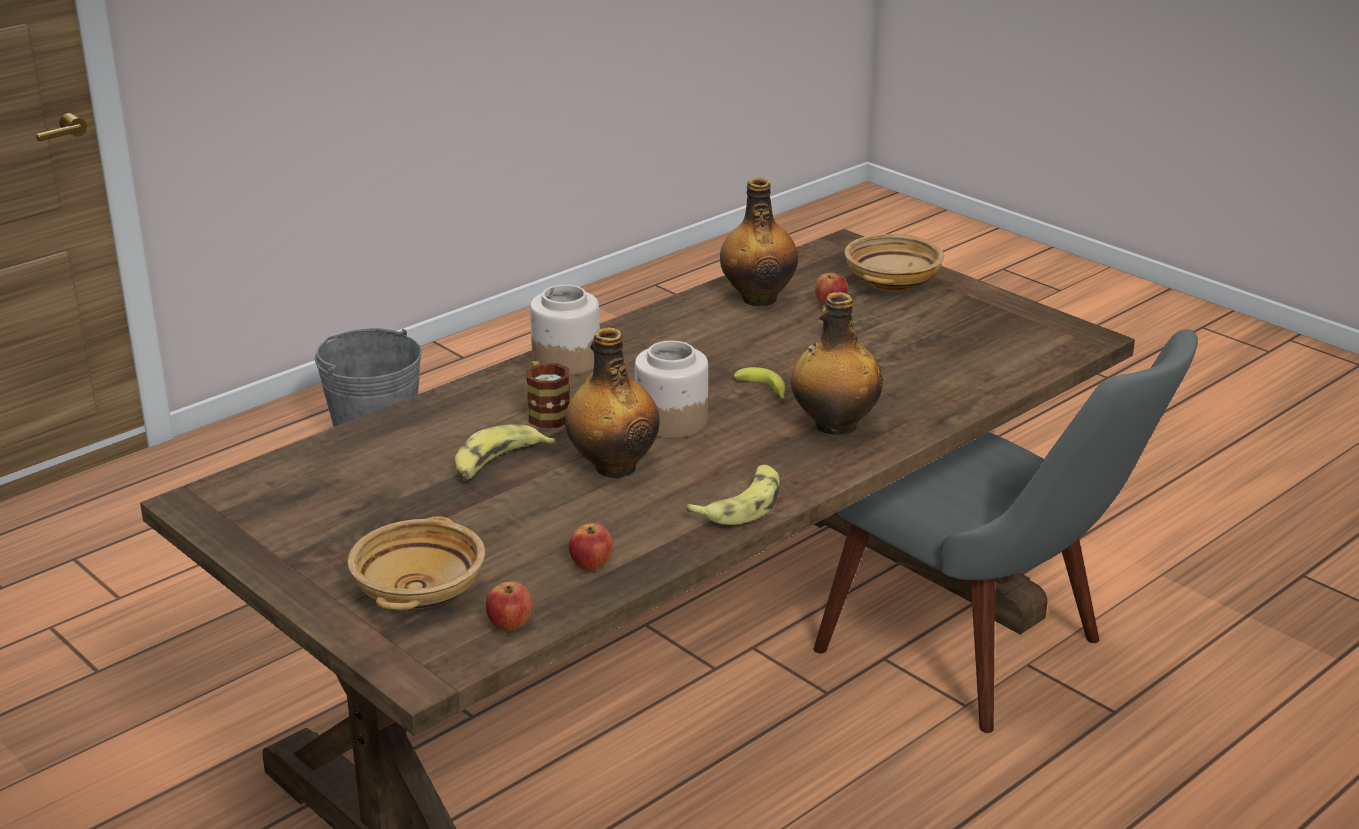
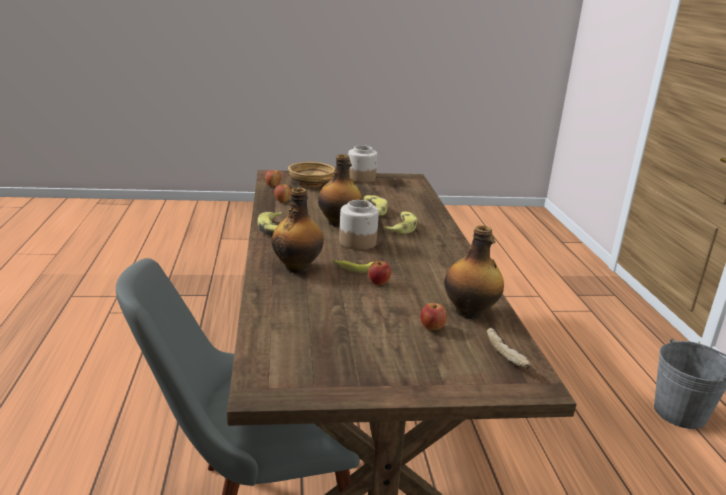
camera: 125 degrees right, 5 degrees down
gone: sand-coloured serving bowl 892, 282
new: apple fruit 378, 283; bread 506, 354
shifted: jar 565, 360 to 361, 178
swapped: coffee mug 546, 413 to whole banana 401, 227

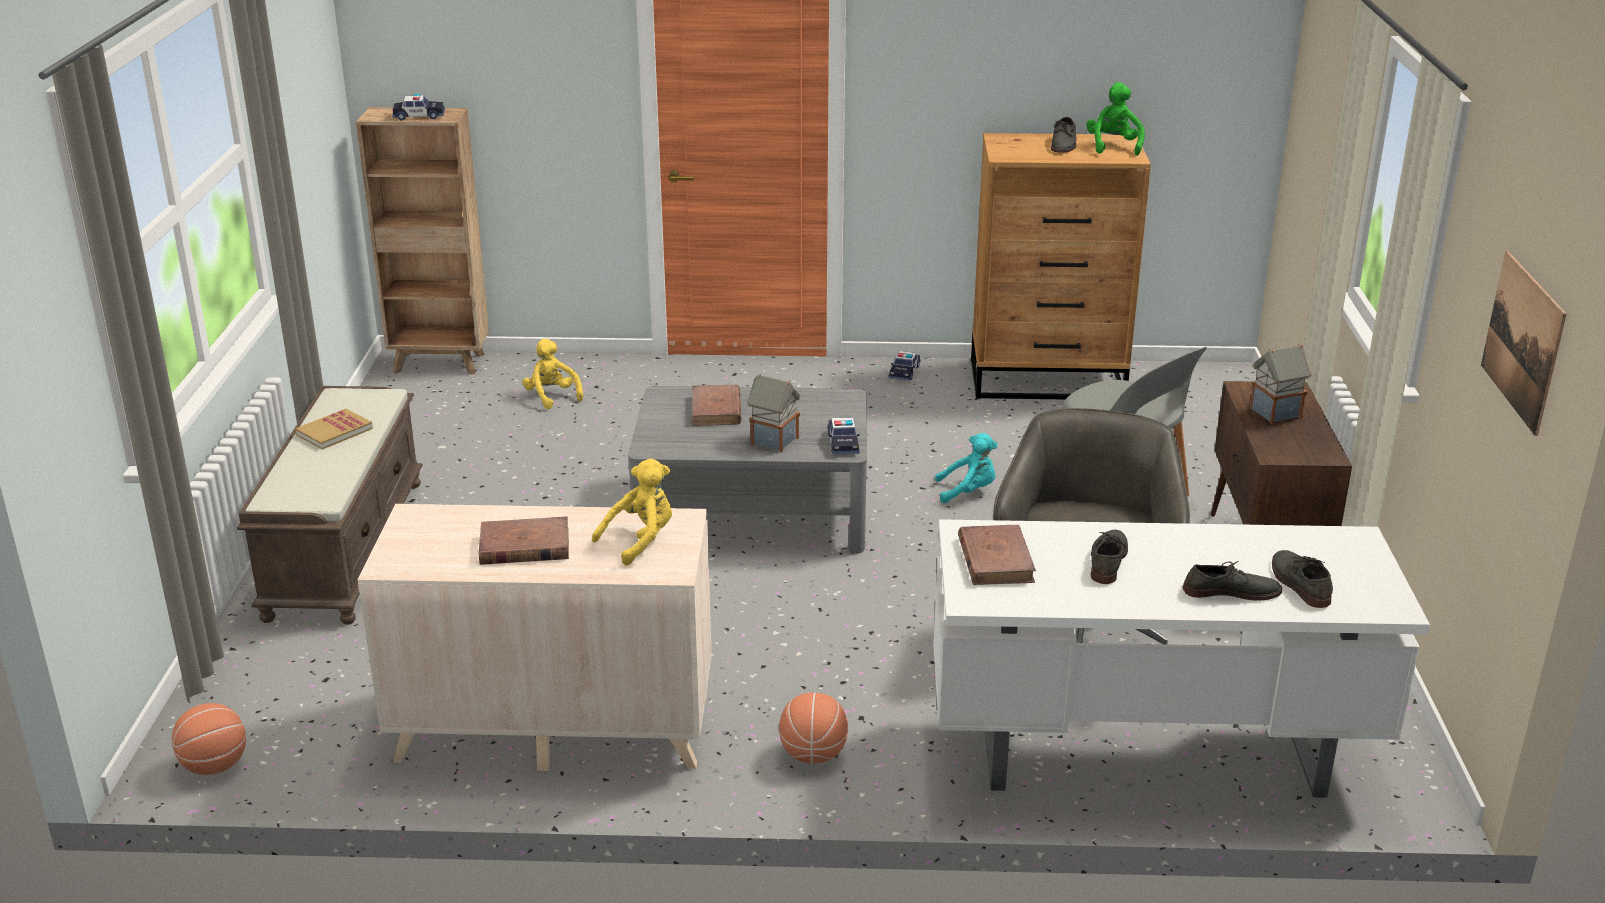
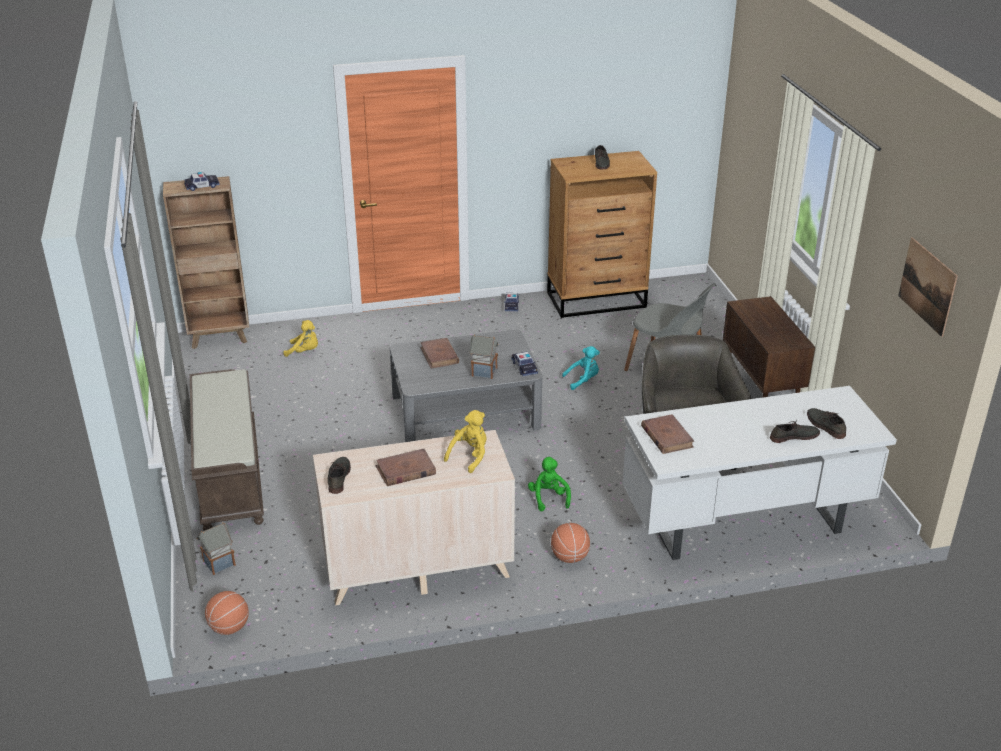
camera: 15 degrees left, 5 degrees up
gone: bound book 334, 432
shifted: green-coloured soft toy 1113, 147 to 548, 498; grey low shoe 1107, 560 to 338, 477; model house 1274, 413 to 218, 564
rotated: yellowish soft toy 552, 397 = 304, 351 150 degrees clockwise

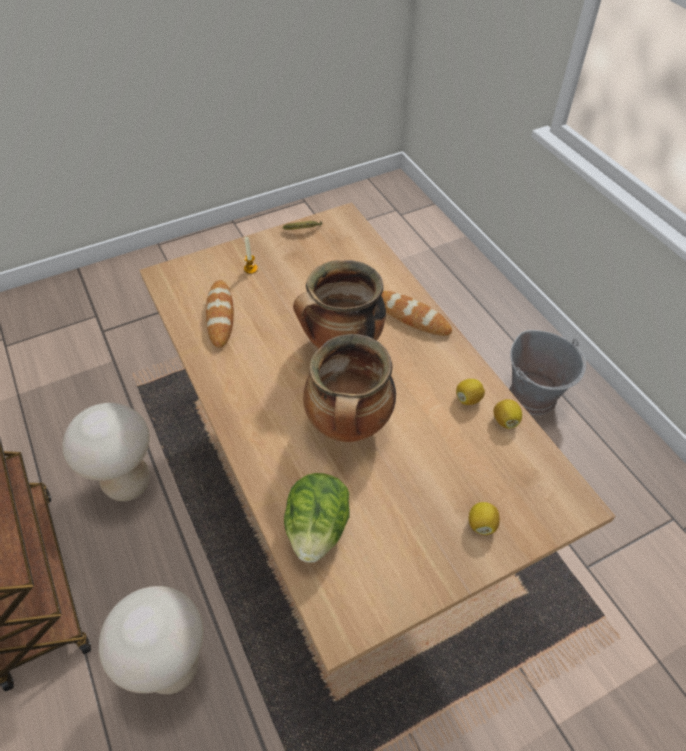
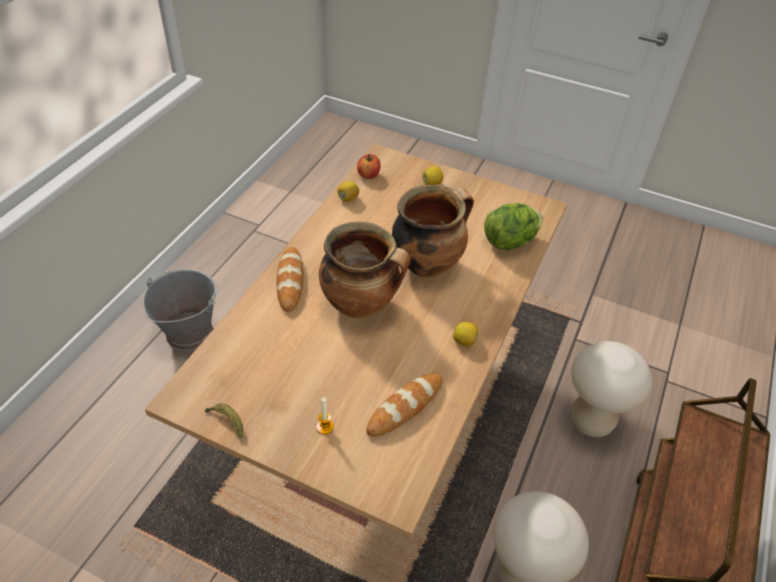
camera: 130 degrees left, 5 degrees down
new: apple fruit 368, 175
shifted: lemon 468, 399 to 464, 341

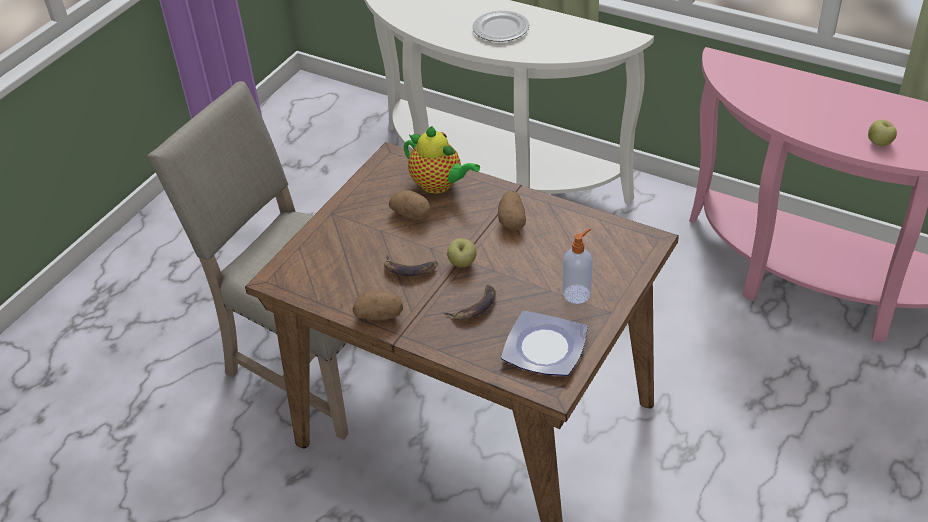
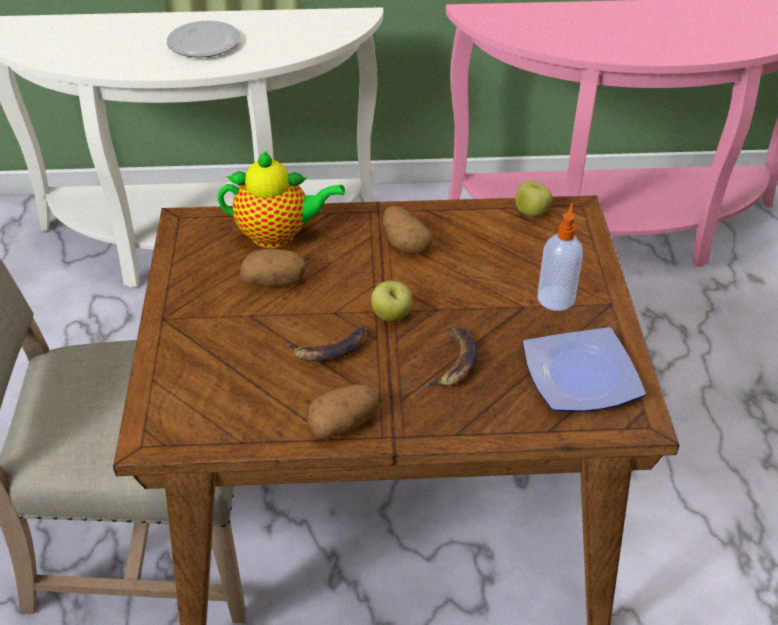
camera: 35 degrees left, 0 degrees up
shifted: apple fruit 879, 143 to 531, 212

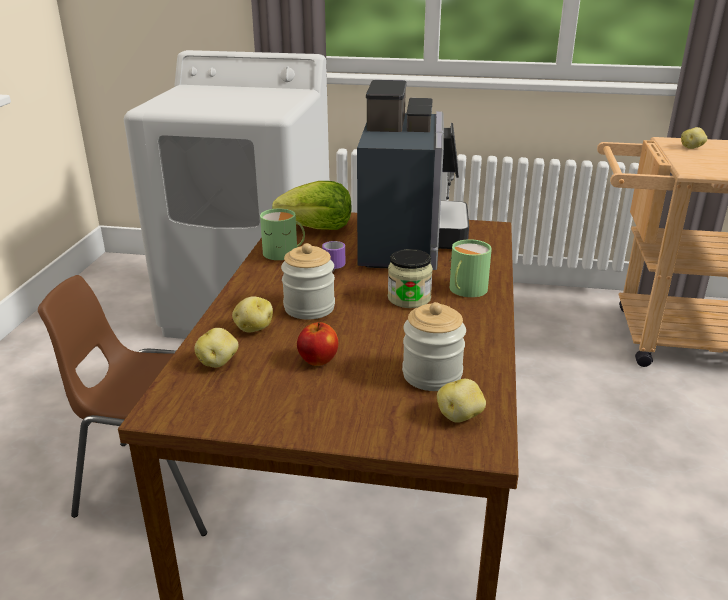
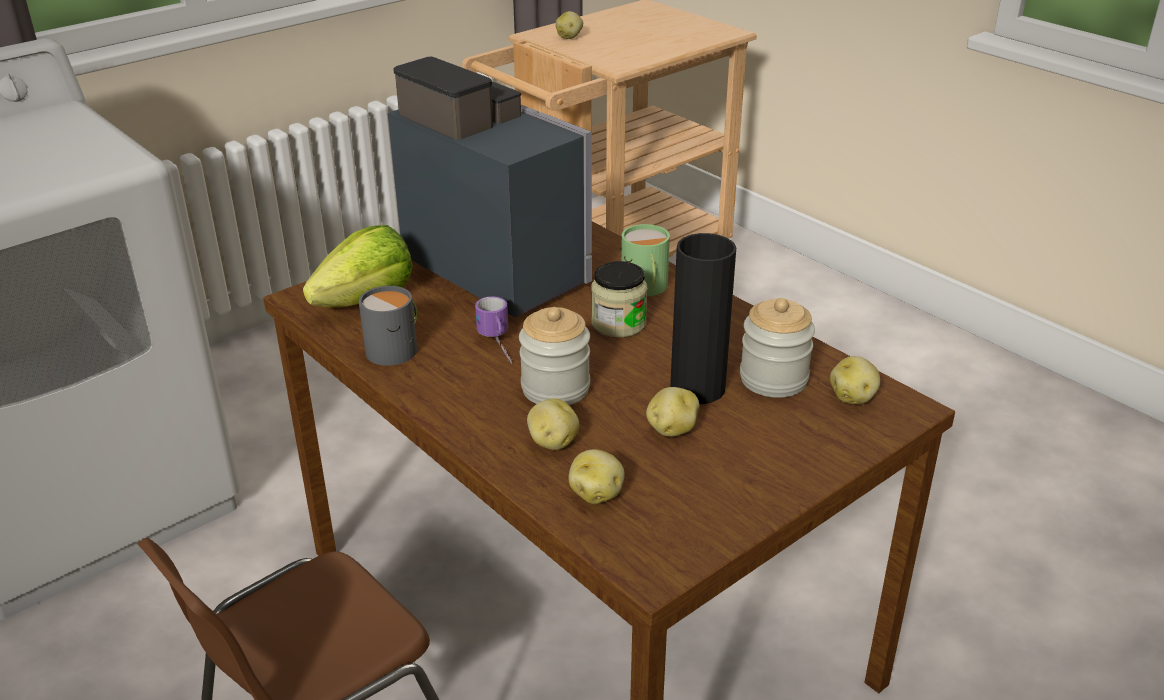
camera: 50 degrees left, 5 degrees up
new: black decorative vase 697, 388
swapped: apple fruit 318, 360 to whole potato 671, 429
repainted: green-coloured coffee mug 284, 253 to grey coffee mug 396, 348

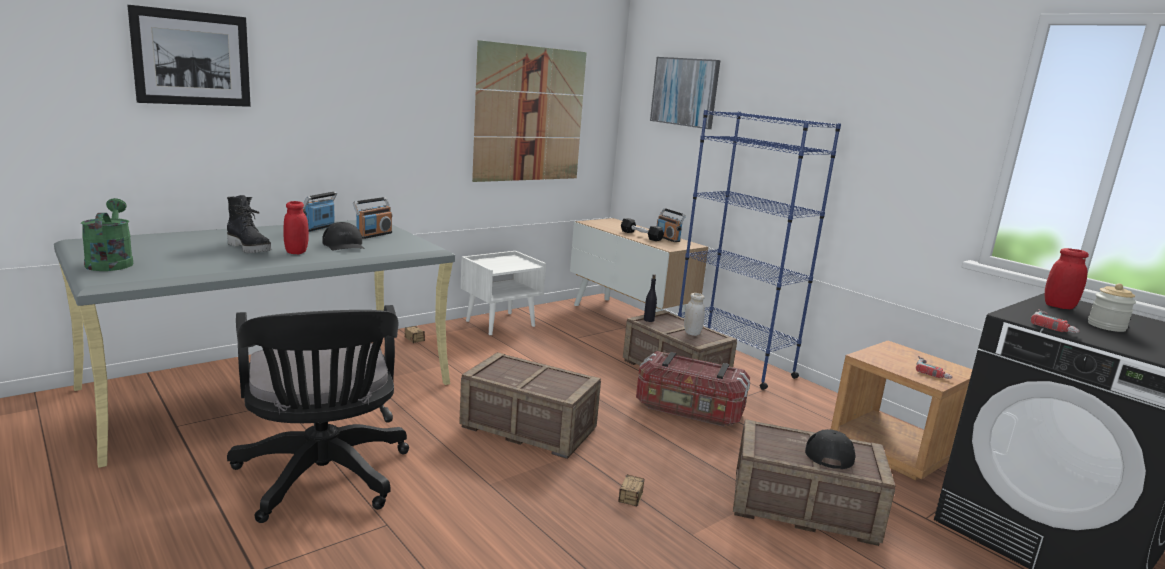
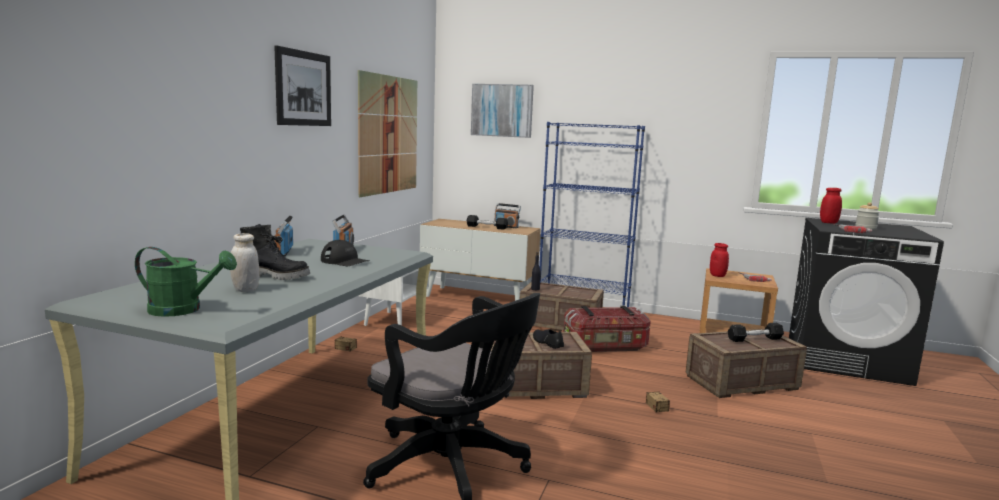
camera: 30 degrees left, 5 degrees down
new: black low shoe 547, 342
shifted: wall picture 192, 58 to 303, 88; red-coloured jar 296, 252 to 717, 275; white jar 692, 333 to 245, 289
swapped: black cap 828, 452 to black dumbbell 754, 339
rotated: green-coloured sprinkling can 111, 262 = 184, 310 150 degrees clockwise

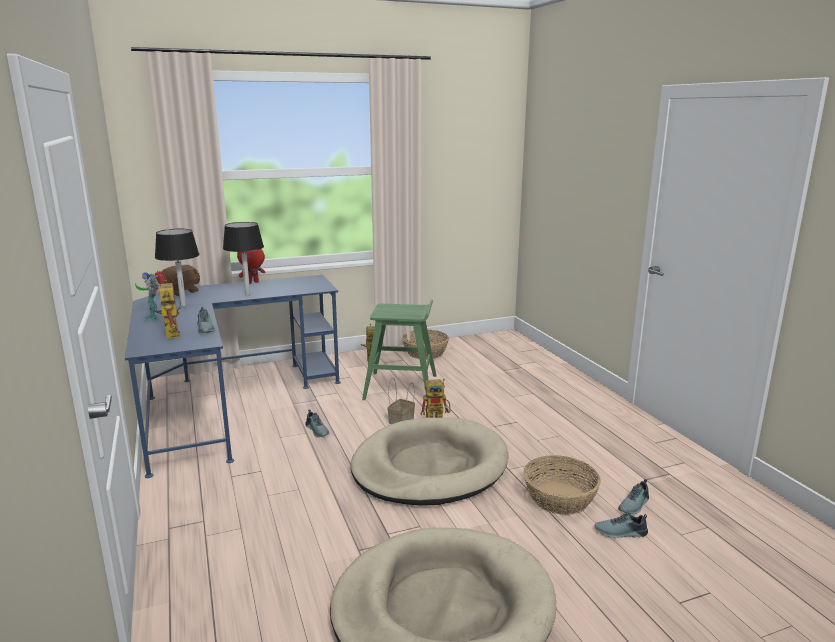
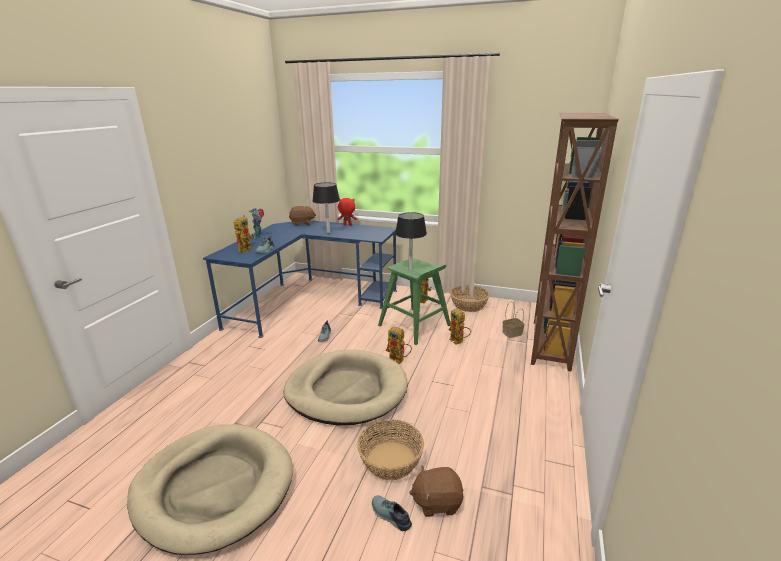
camera: 40 degrees right, 5 degrees up
new: toy robot 459, 342; brownish bookcase 549, 344
shifted: black tabletop lamp 183, 305 to 410, 269; storage basket 401, 421 to 512, 333
swapped: low shoe 635, 505 to brownish soft toy 437, 502

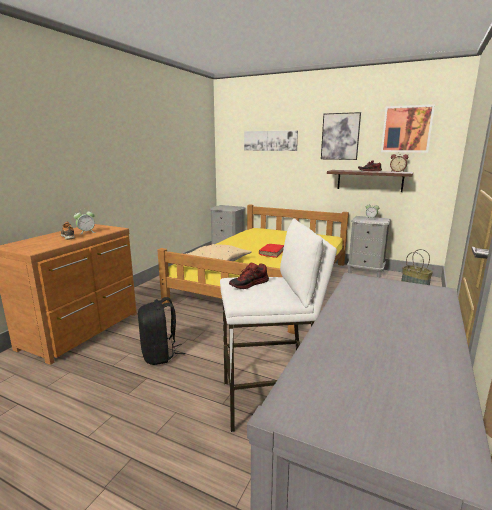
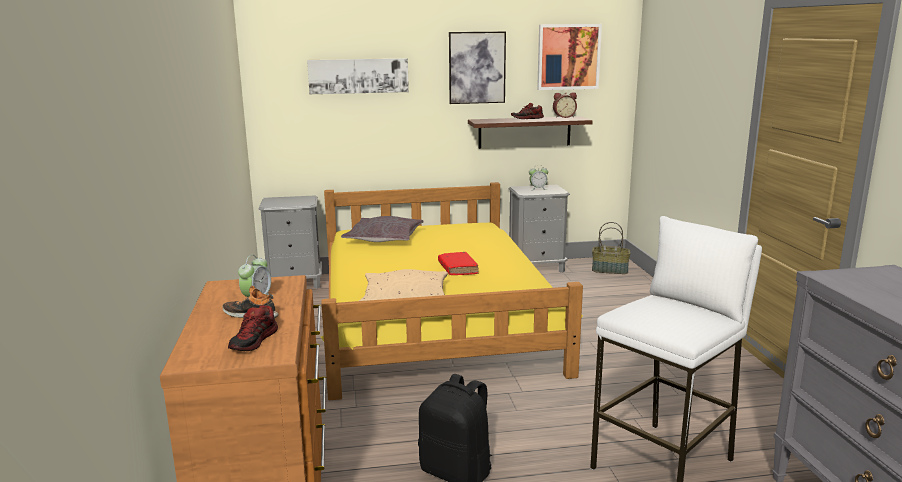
camera: 35 degrees left, 0 degrees up
new: grey cushion 384, 238
shifted: low shoe 249, 284 to 254, 341

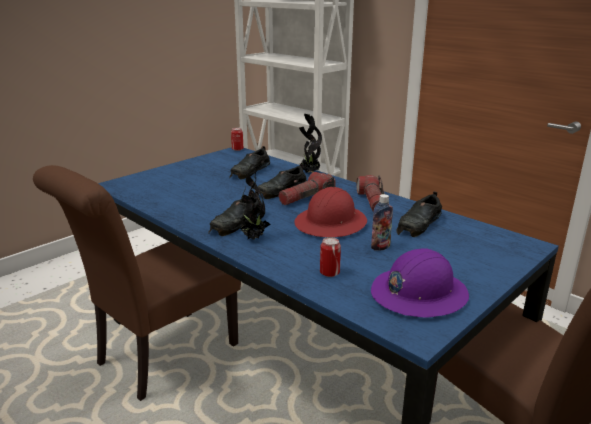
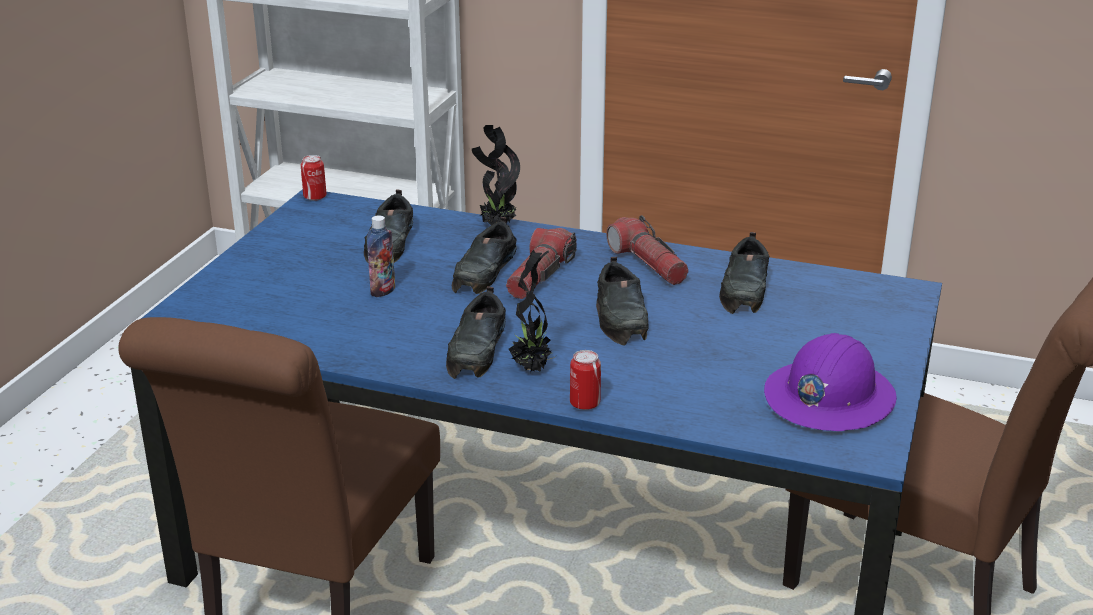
camera: 25 degrees left, 5 degrees up
shifted: can 329, 273 to 585, 404; drink bottle 380, 247 to 383, 291
swapped: red-coloured safety helmet 331, 223 to black low shoe 621, 316

